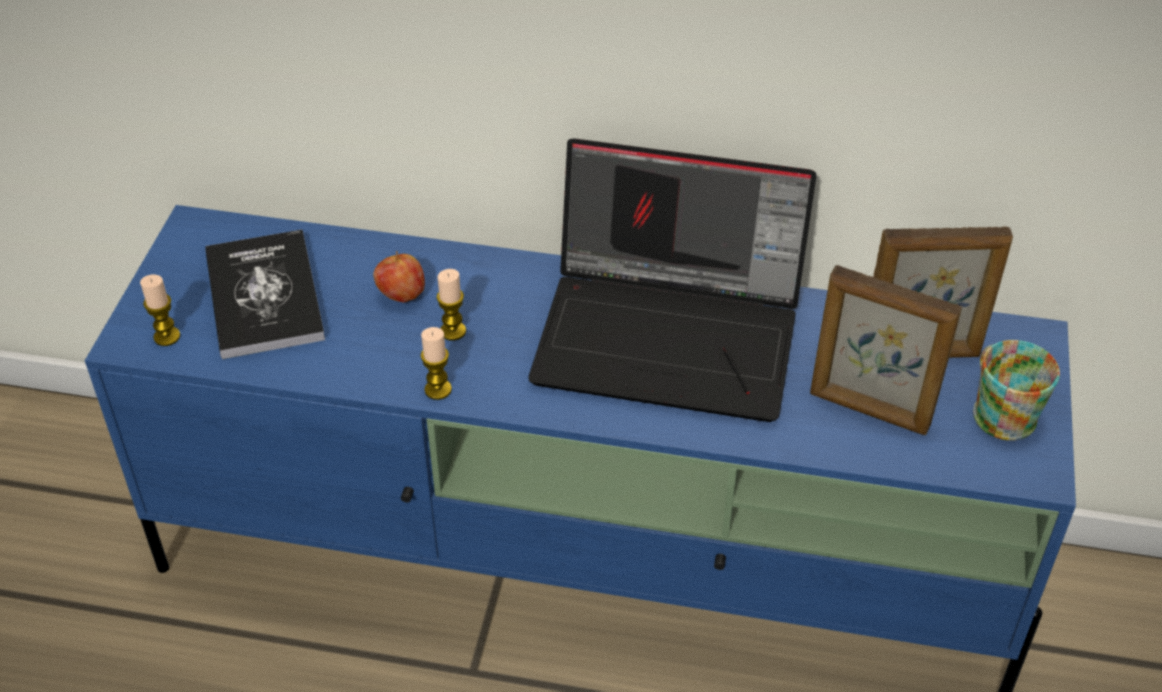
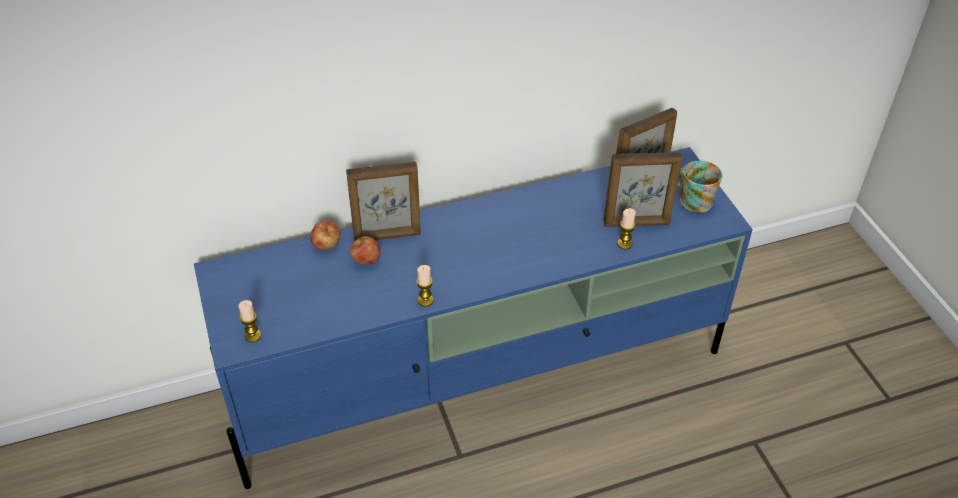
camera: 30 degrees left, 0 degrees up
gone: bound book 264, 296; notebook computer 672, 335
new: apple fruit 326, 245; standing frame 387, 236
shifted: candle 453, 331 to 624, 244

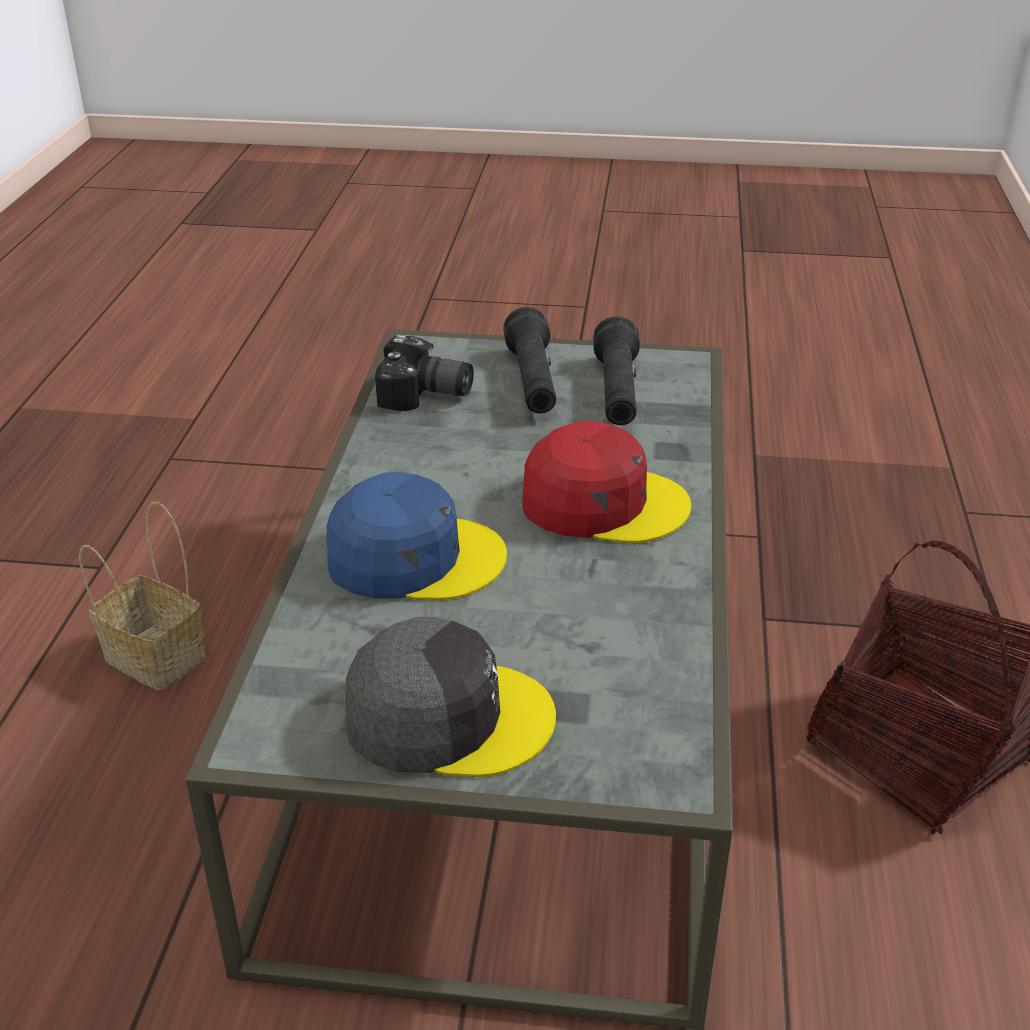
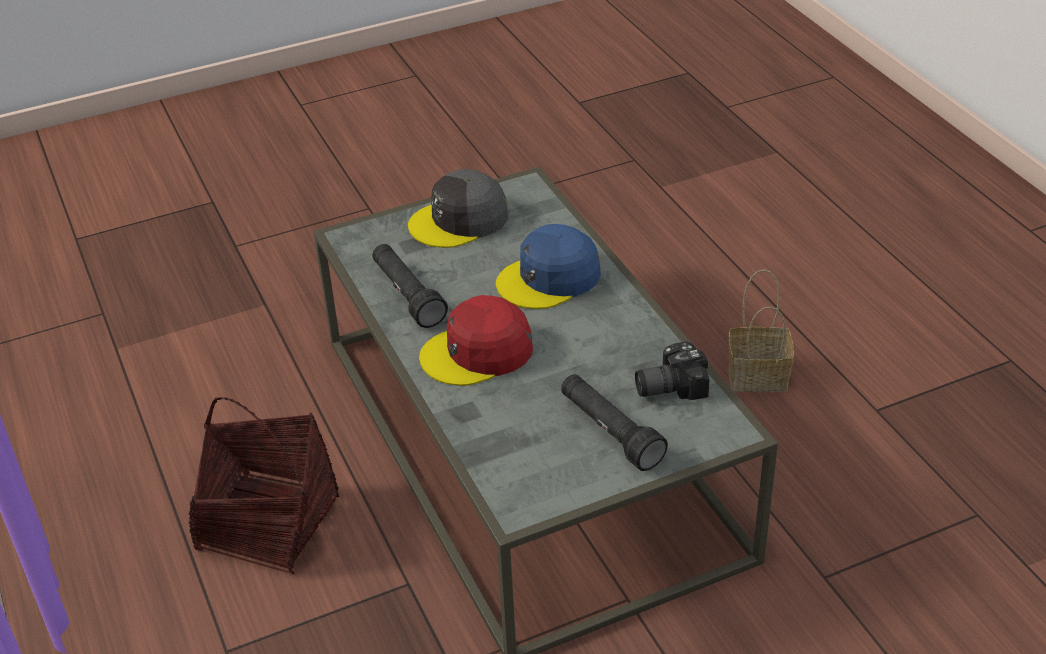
camera: 150 degrees right, 5 degrees up
shifted: black flashlight 617, 393 to 407, 295

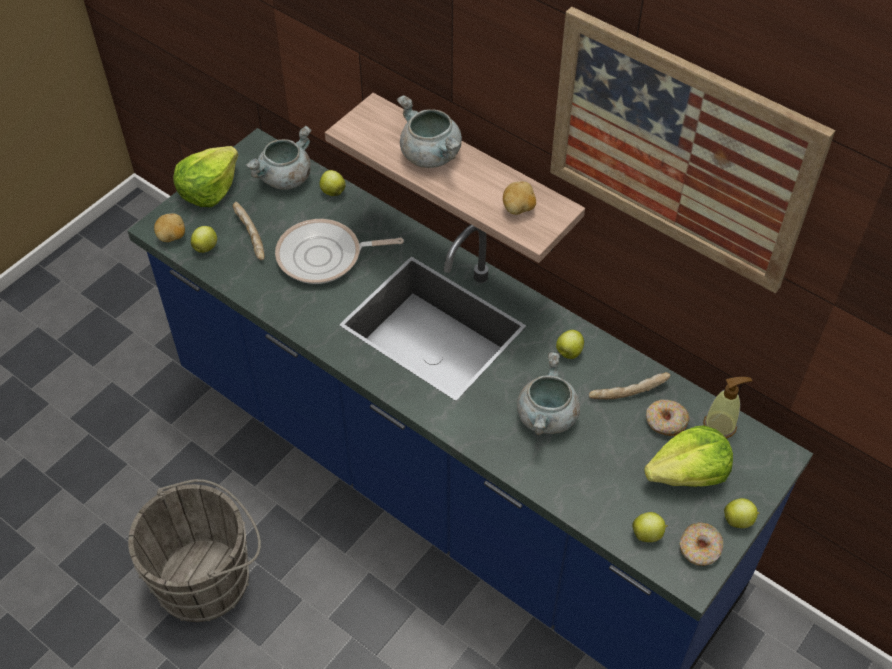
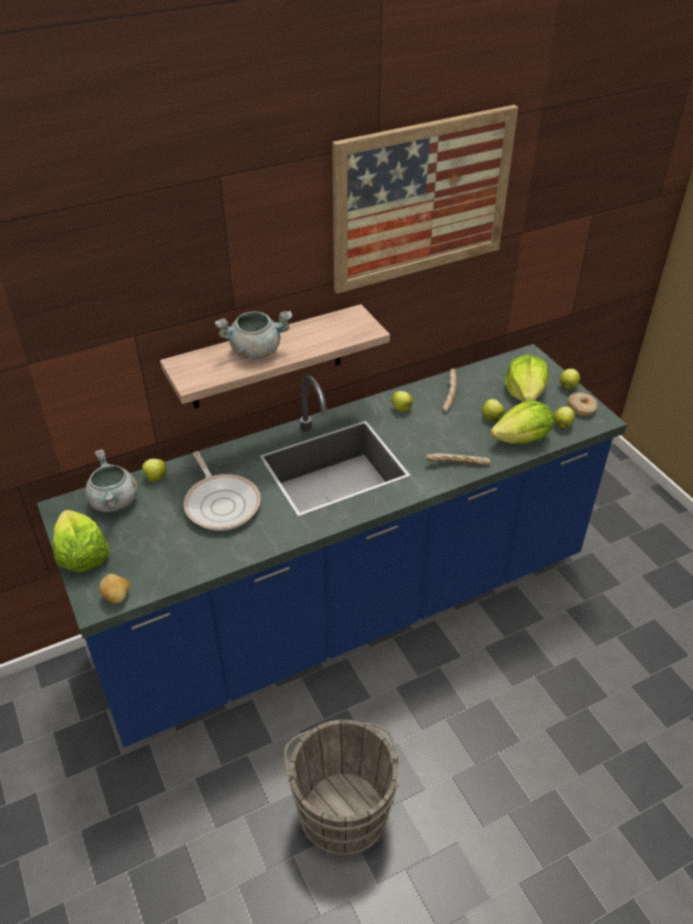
camera: 65 degrees left, 10 degrees down
gone: whole potato 518, 209; grey cooking pot 547, 417; ring doughnut 665, 422; soap dispenser 720, 425
new: head of lettuce 522, 439
shifted: apple fruit 206, 247 to 491, 418; bread 249, 236 to 457, 465
rotated: pan 324, 257 = 221, 503 45 degrees counterclockwise

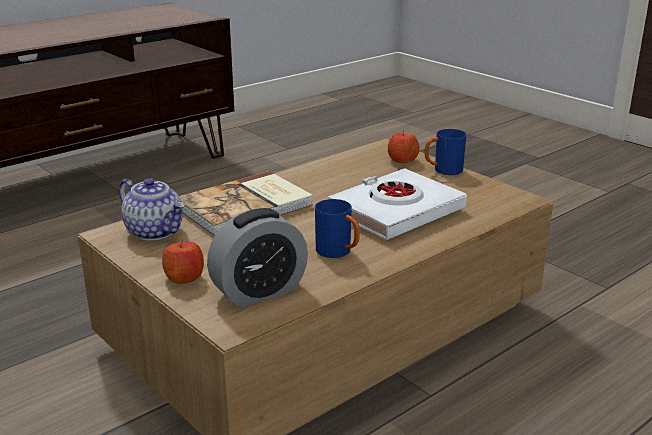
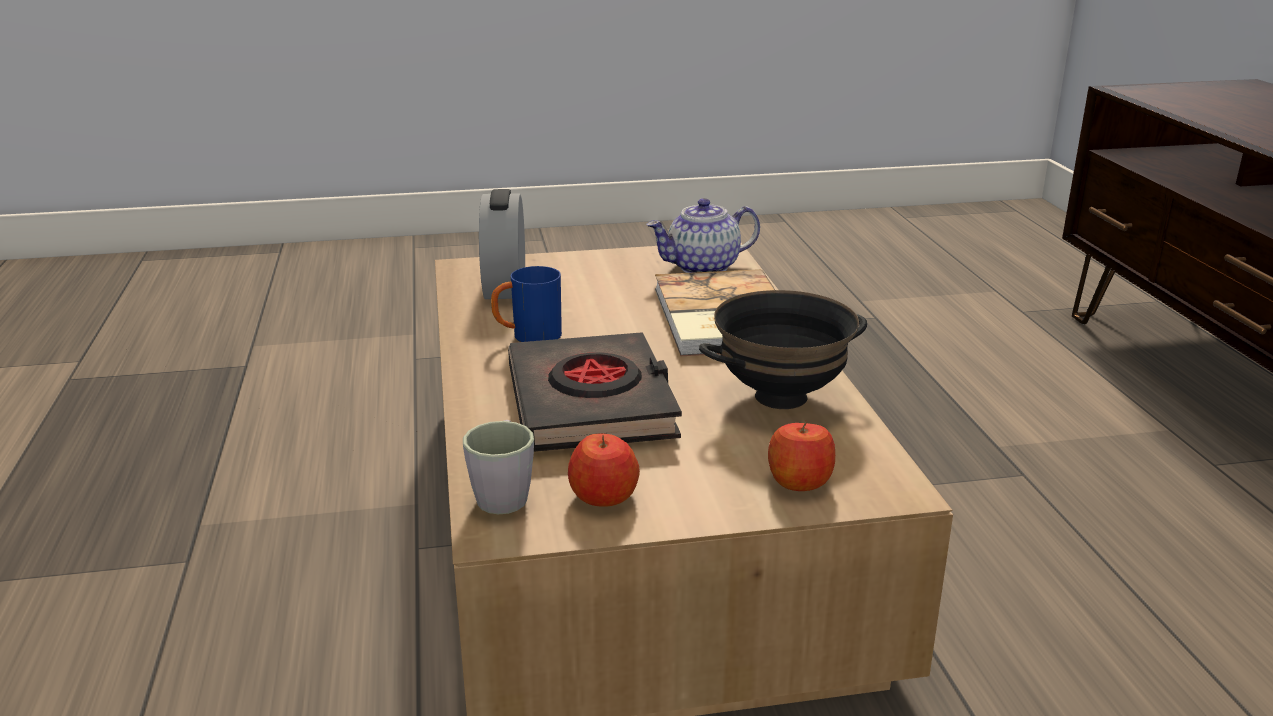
camera: 120 degrees right, 0 degrees up
gone: blue-coloured coffee mug 443, 171
new: grey coffee mug 504, 493; black serving bowl 781, 398
shifted: apple fruit 184, 278 to 604, 497
repainted: white bound book 396, 211 to black bound book 591, 404

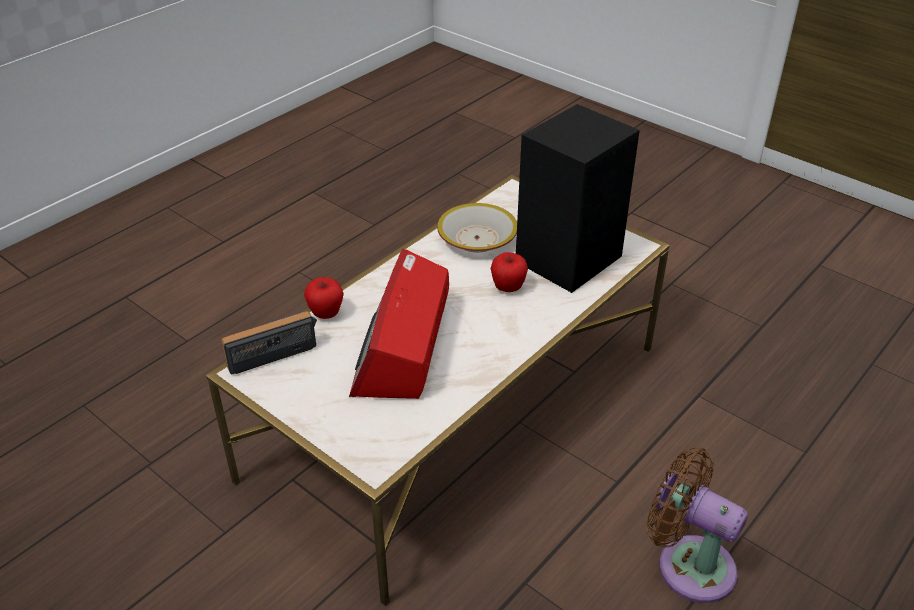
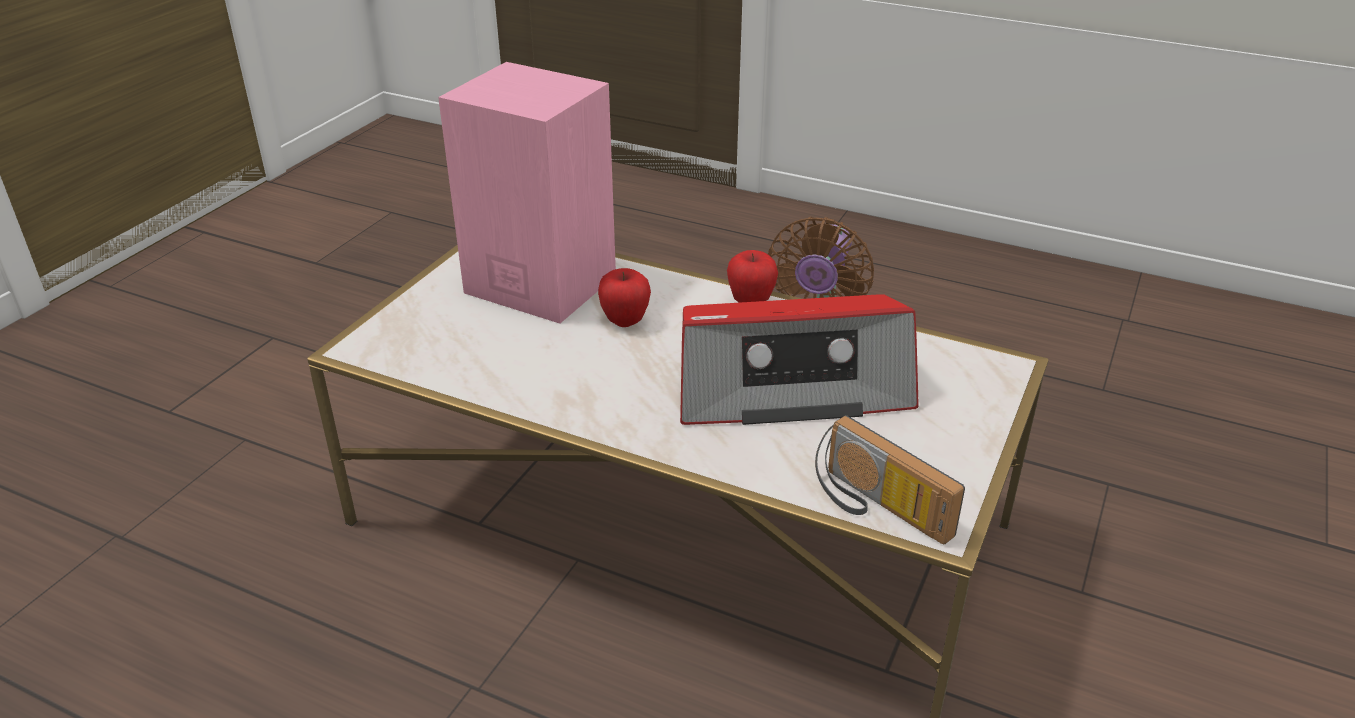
camera: 105 degrees left, 5 degrees down
gone: serving bowl 477, 239
shifted: apple fruit 326, 314 to 751, 302
repainted: black loudspeaker 570, 257 to pinkish loudspeaker 537, 283

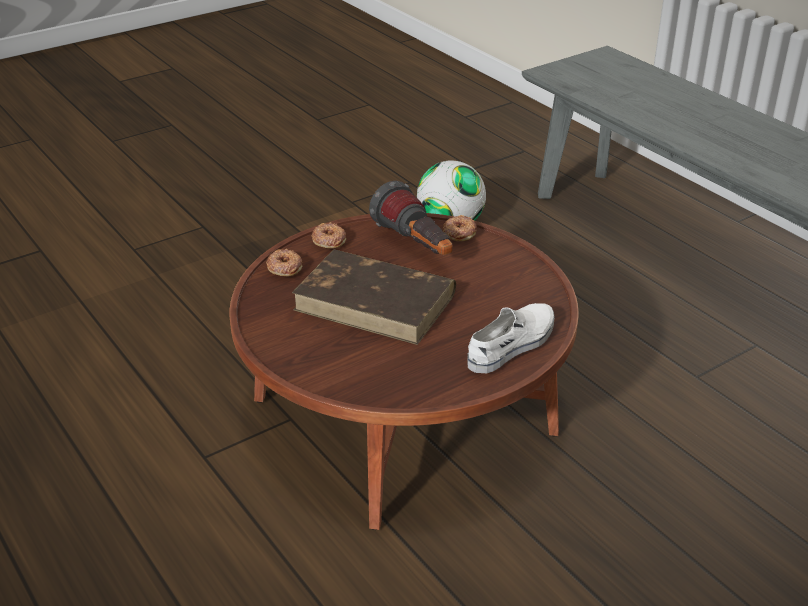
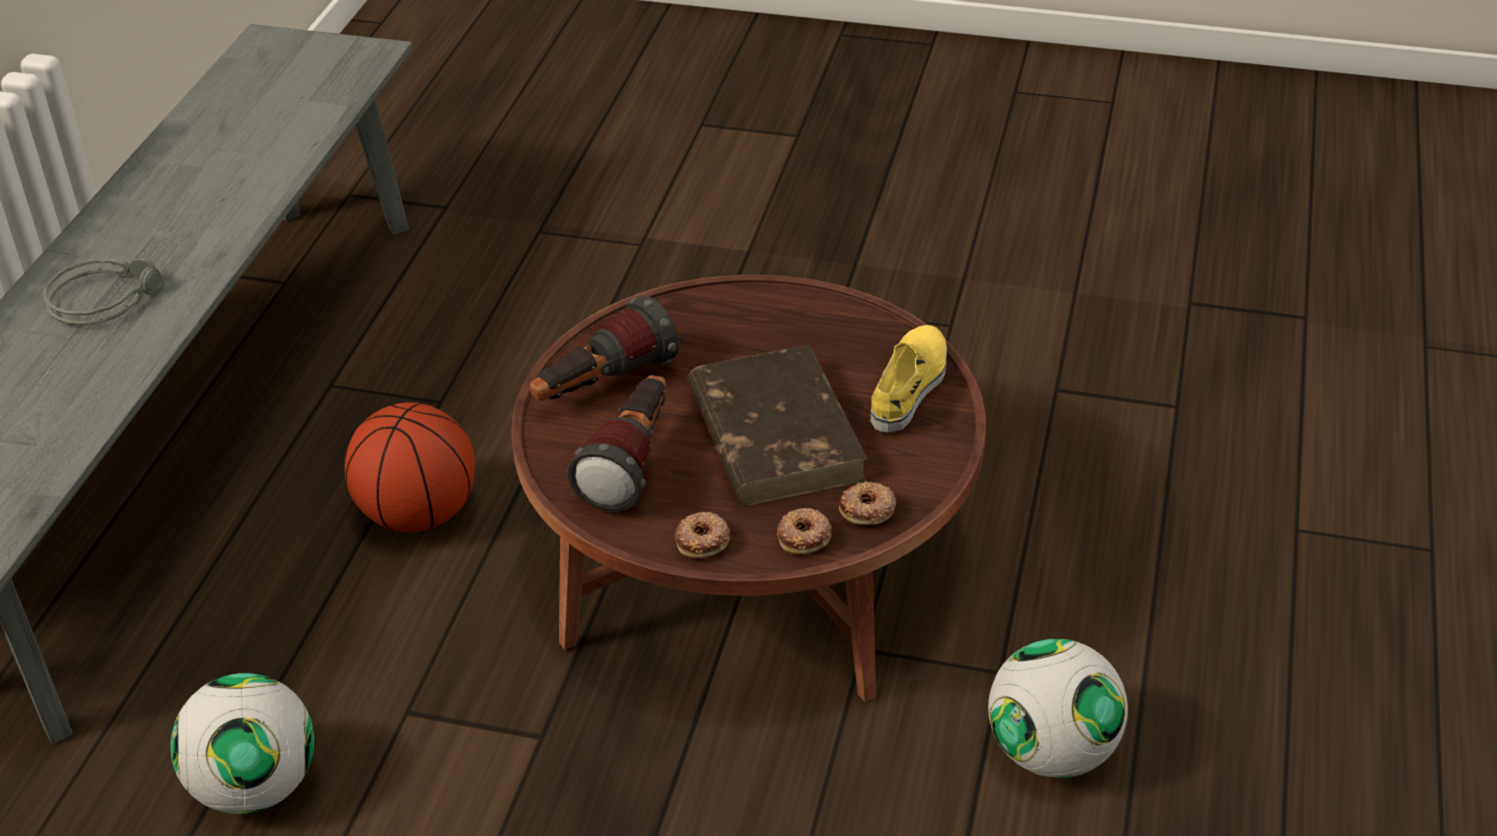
camera: 130 degrees left, 5 degrees up
gone: white low shoe 512, 344
new: grey headphones 105, 297; basketball 418, 515; flashlight 602, 387; yellowish low shoe 909, 386; football 1051, 753
shifted: ring doughnut 459, 232 to 868, 509

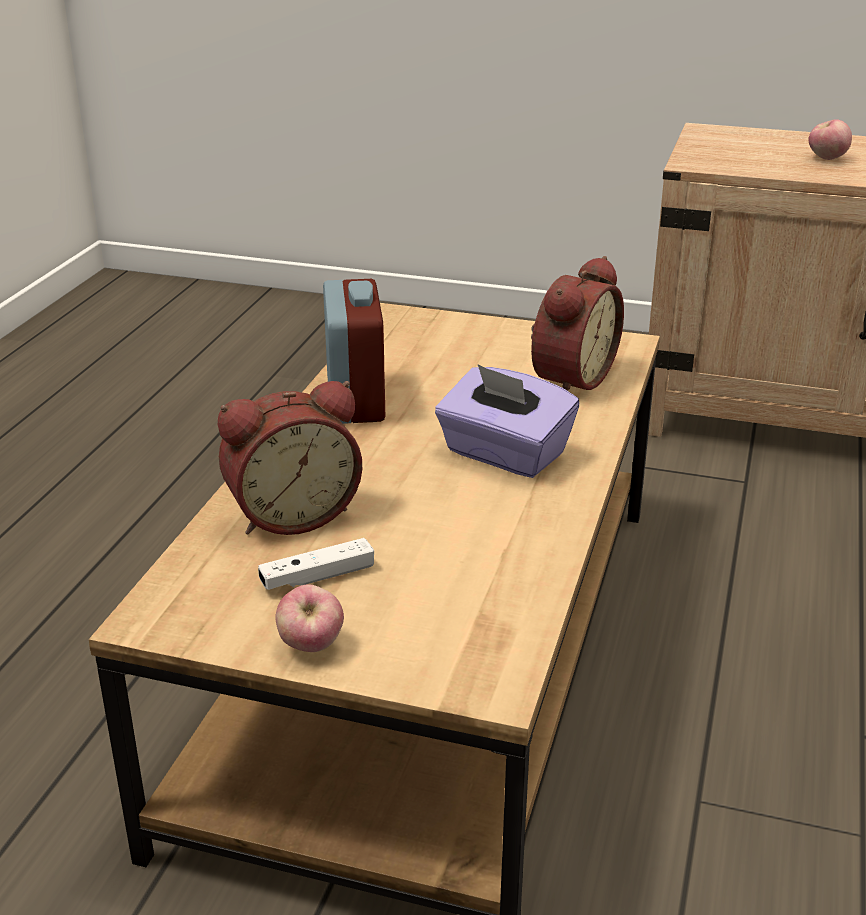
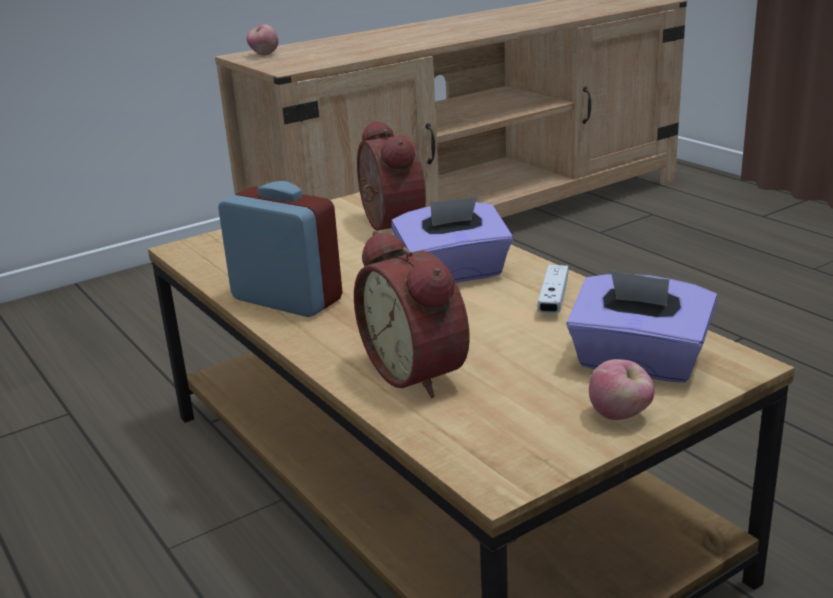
camera: 50 degrees left, 5 degrees down
new: purplish tissue holder 638, 363
shifted: white game controller 317, 577 to 553, 299; apple fruit 826, 158 to 264, 55
rotated: alarm clock 291, 514 = 420, 372 135 degrees clockwise

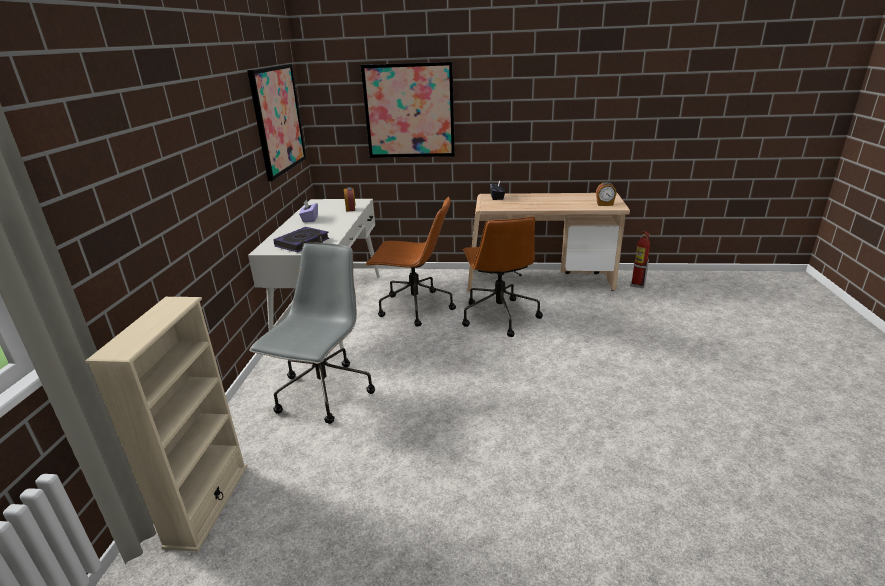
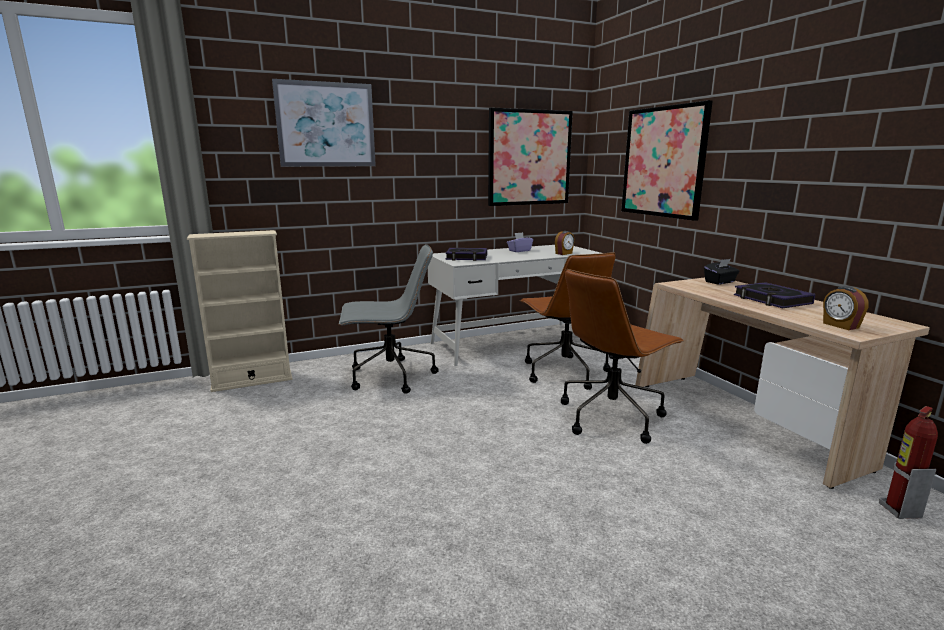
camera: 60 degrees right, 10 degrees down
new: wall picture 326, 125; bound book 772, 300

